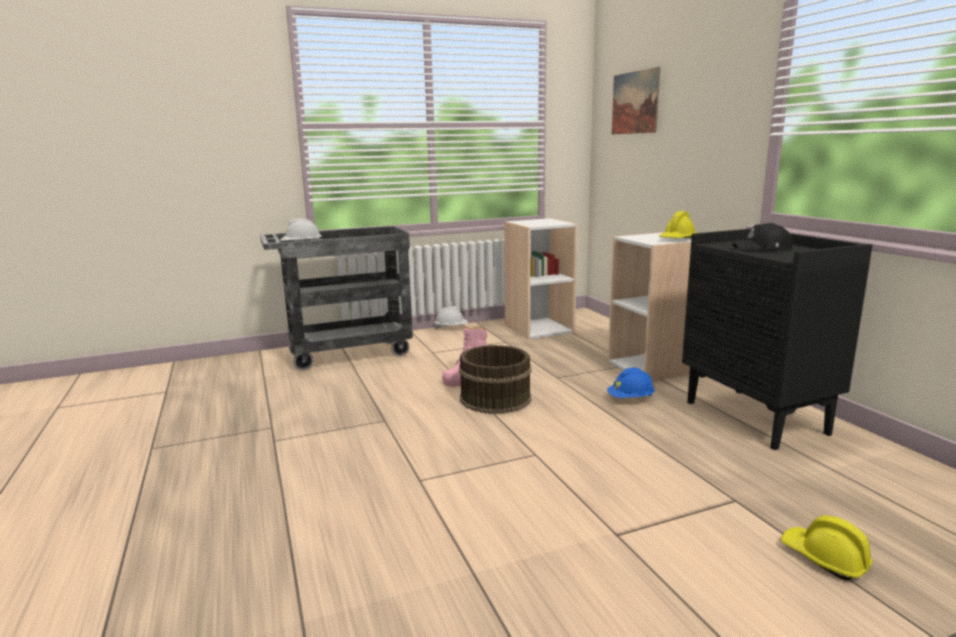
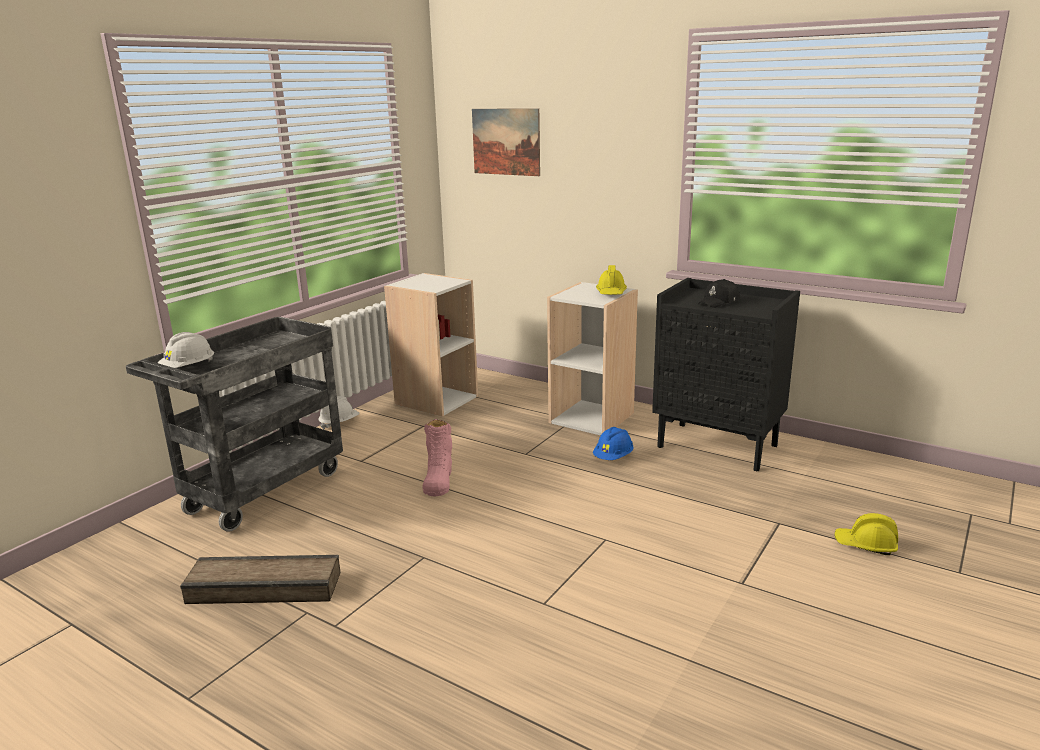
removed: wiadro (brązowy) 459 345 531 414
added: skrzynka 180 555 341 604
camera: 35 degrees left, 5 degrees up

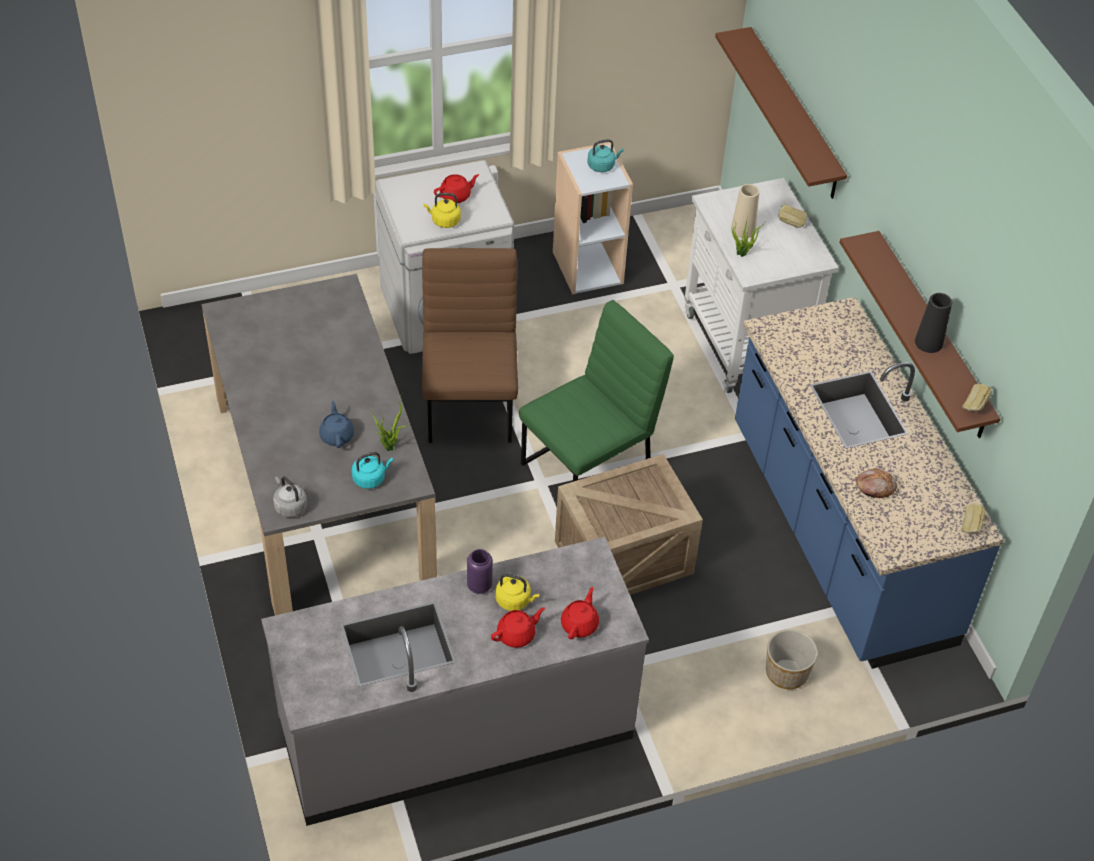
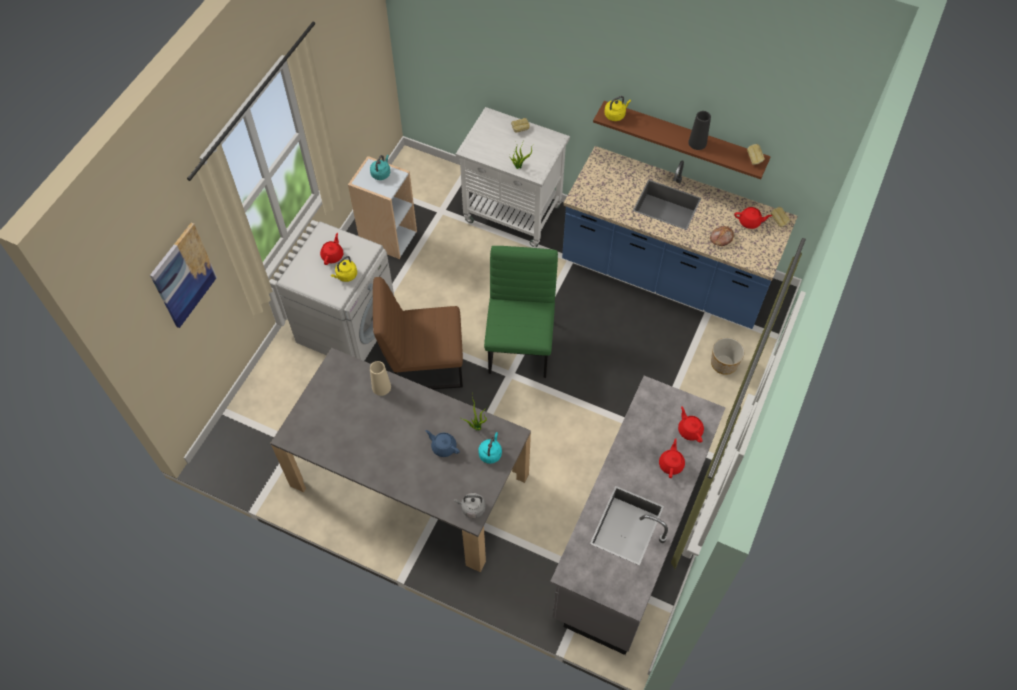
removed: wazon (fioletowy) 467 549 493 594; skrzynka 555 454 703 595; półka (brązowy) 715 27 847 199
added: obraz 150 223 217 328; imbryk (czerwony) 734 207 772 229
moved: czajnik (żółty) 496 574 539 611 to 604 96 631 121; wazon (beżowy) 731 184 759 238 to 370 361 391 396
turned: krzesło (brązowy) 422 248 518 443 = 373 277 463 389 45 degrees counterclockwise
camera: 45 degrees left, 10 degrees up

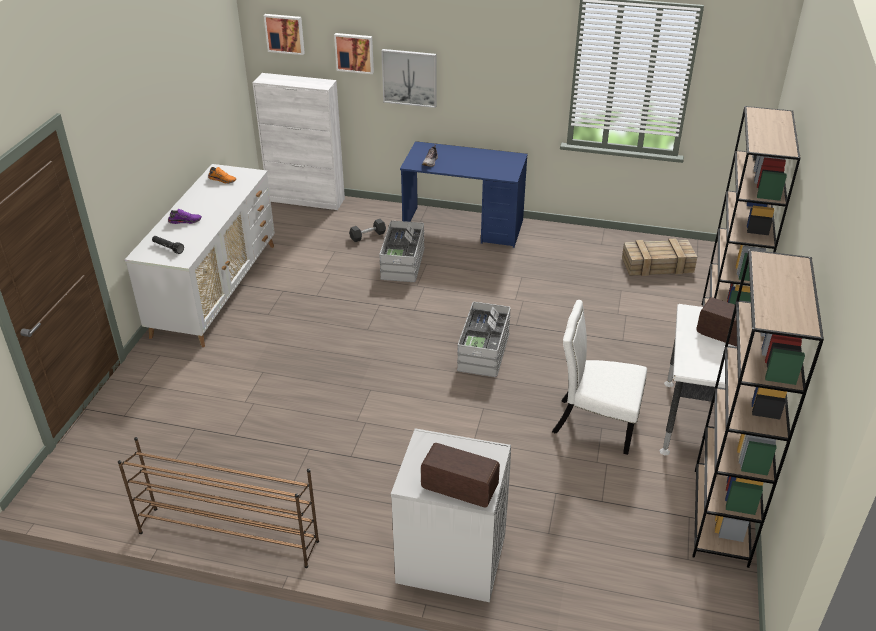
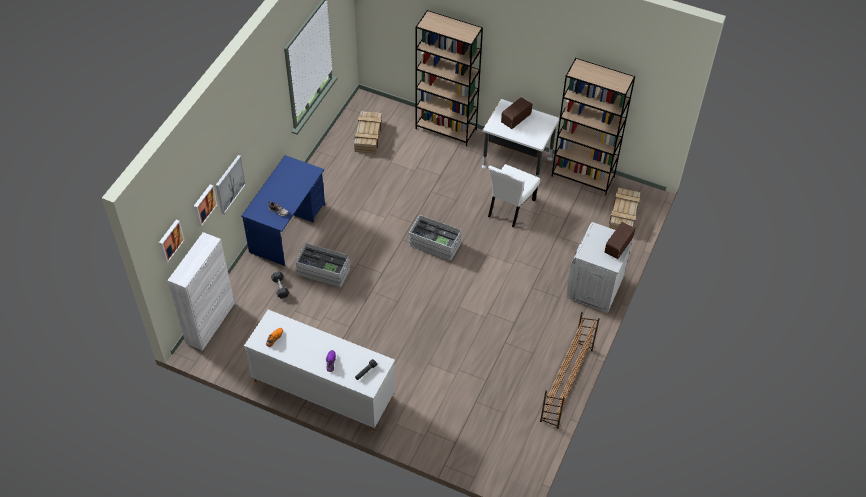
added: skrzynka 609 188 640 230
camera: 80 degrees left, 15 degrees up

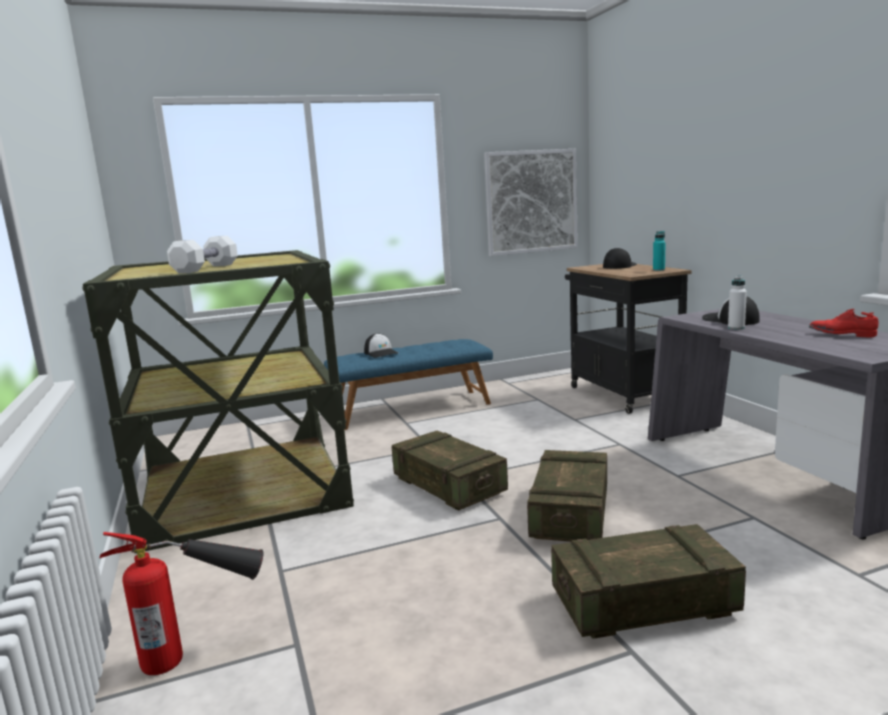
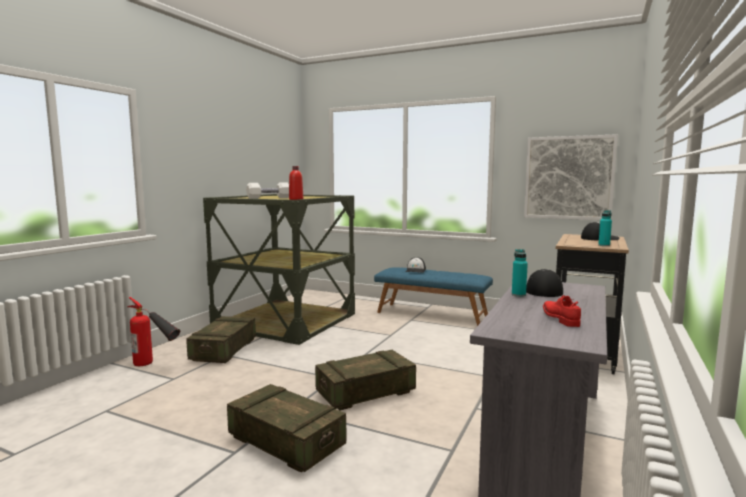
added: butelka (czerwony) 289 166 303 200
moved: skrzynka 392 431 508 511 to 186 316 256 363
recoloured: butelka (biały) 728 276 747 330 to butelka (turkusowy) 512 249 528 297
camera: 45 degrees right, 5 degrees down

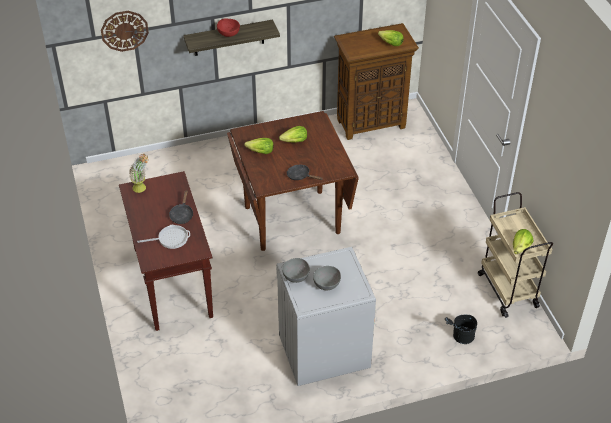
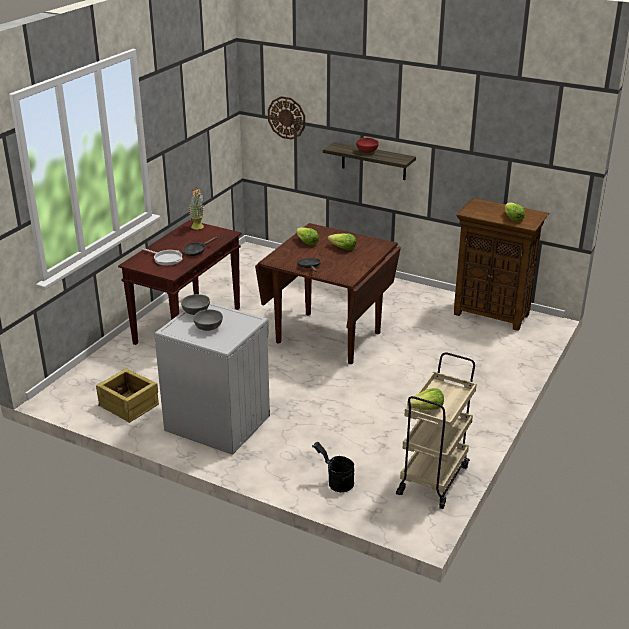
added: skrzynka 96 368 159 423
camera: 45 degrees right, 15 degrees down

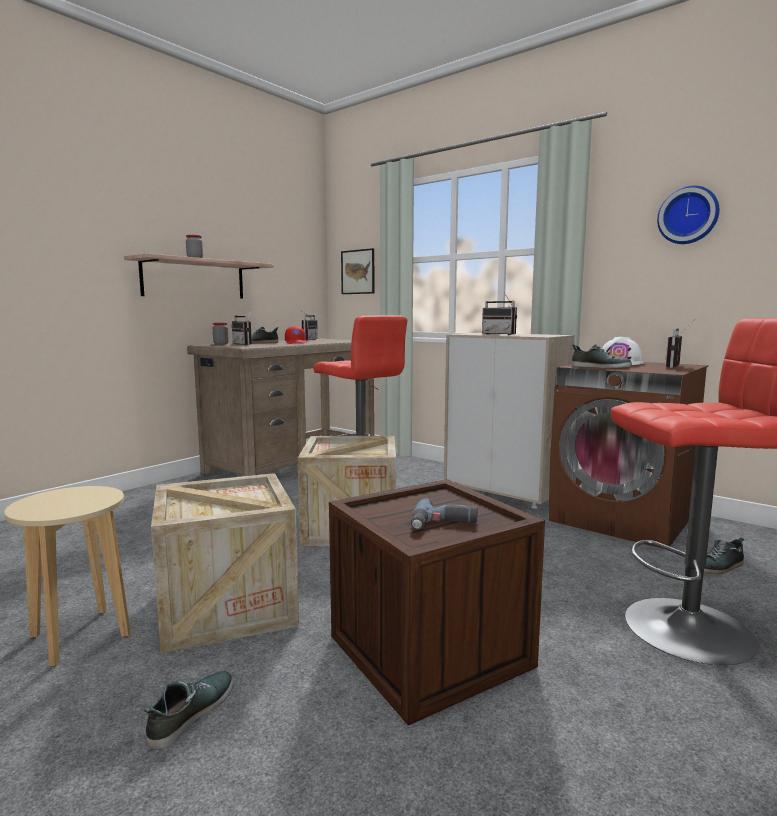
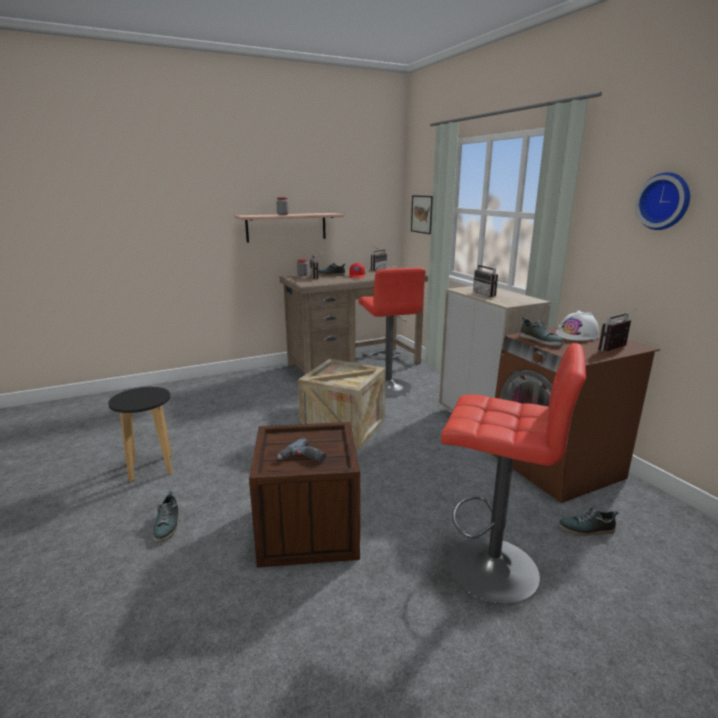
removed: skrzynka 151 473 299 653
recoloured: stołek (beżowy) 4 486 131 666 to stołek (czarny) 108 387 173 482
turned: but 144 671 234 749 = 153 492 179 543 120 degrees clockwise
camera: 25 degrees right, 10 degrees up

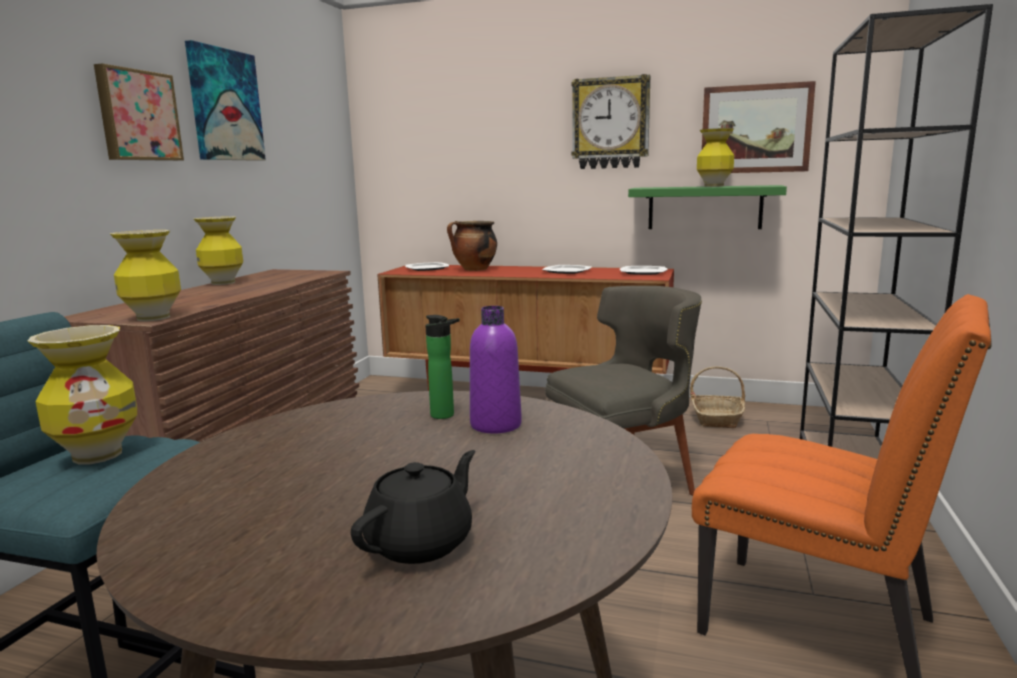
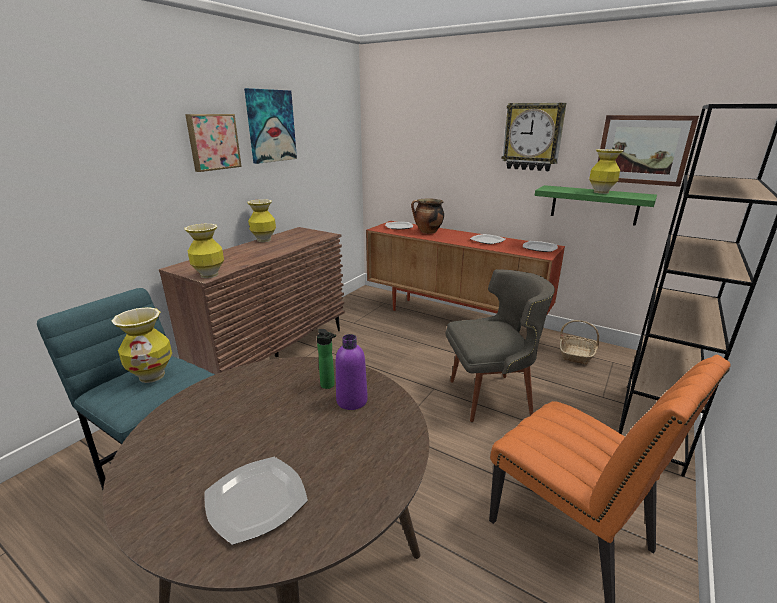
replaced: imbryk (czarny) 351 450 475 564 to talerz 204 457 308 545
camera: 15 degrees right, 10 degrees up

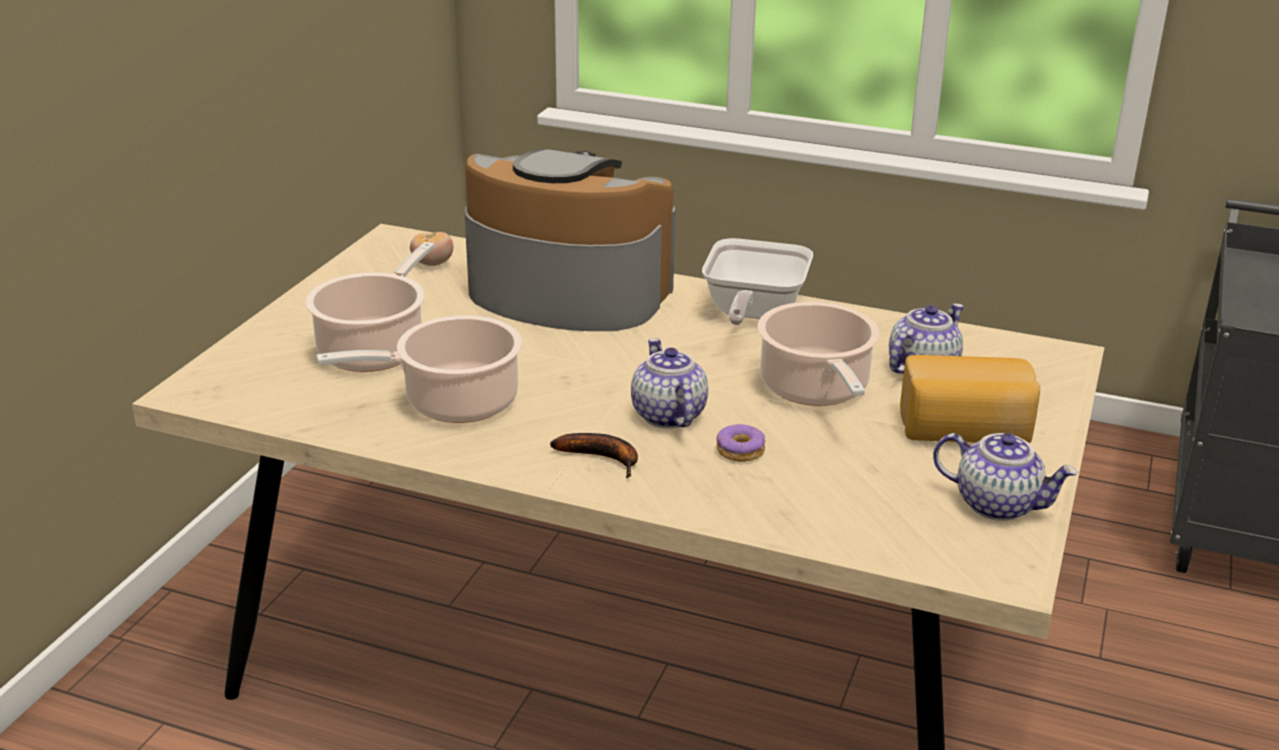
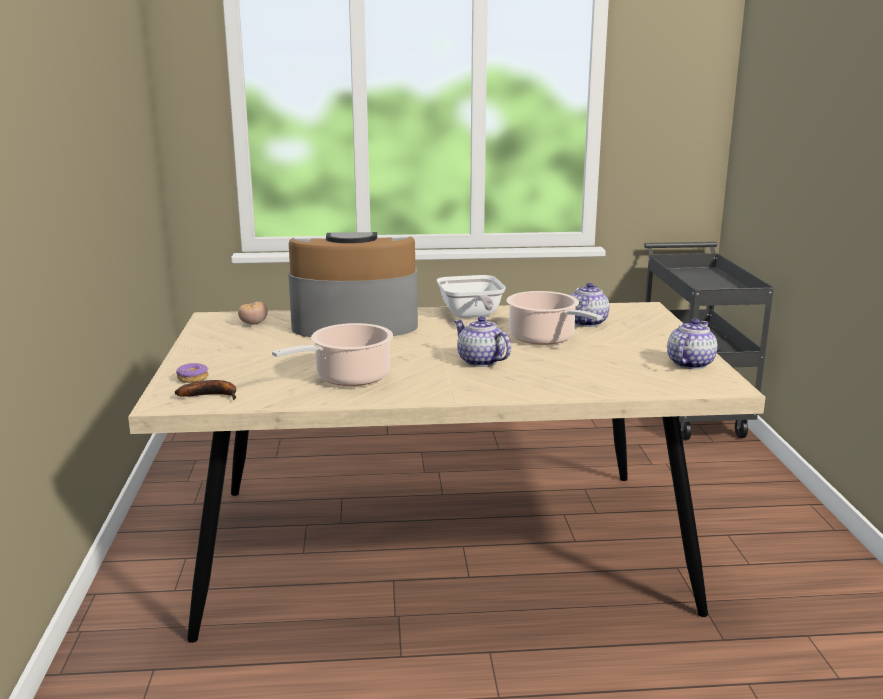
removed: garnek 306 242 435 372; chleb 900 355 1040 443
moved: banan 550 433 638 478 to 175 380 236 400; donut 717 424 766 462 to 176 363 208 383
turned: imbryk 933 433 1078 521 = 667 319 717 369 60 degrees counterclockwise
camera: 25 degrees left, 10 degrees down

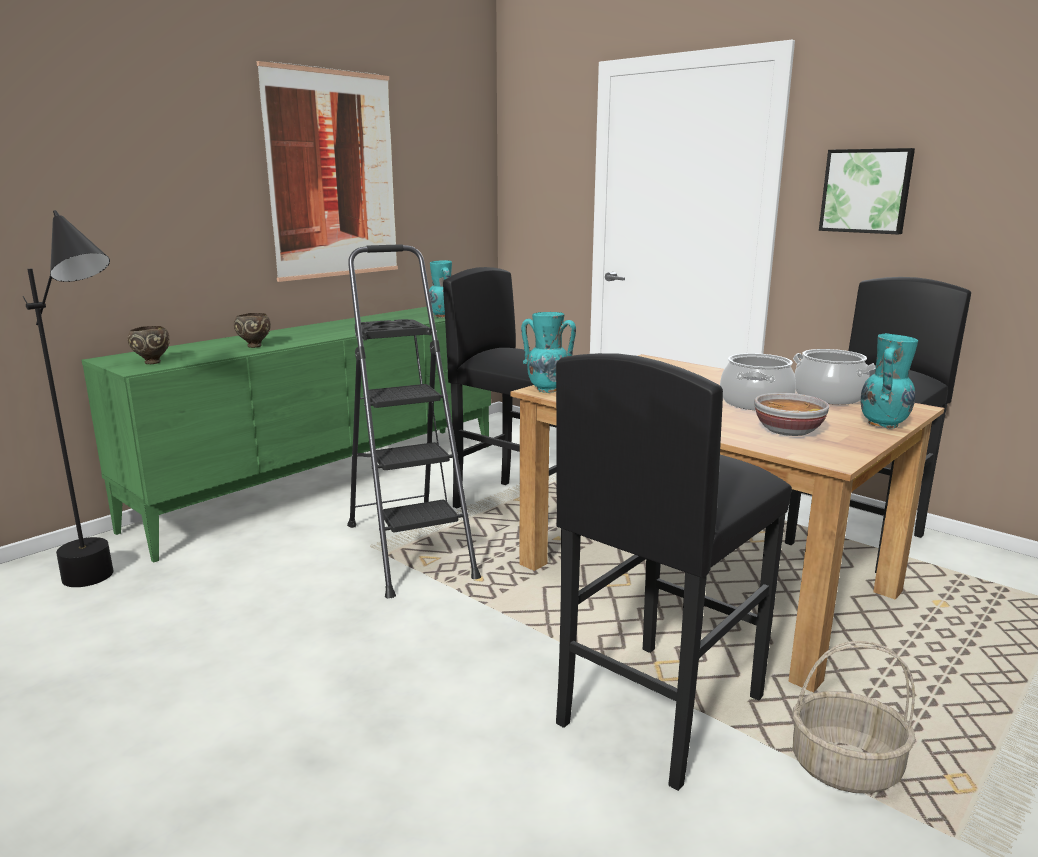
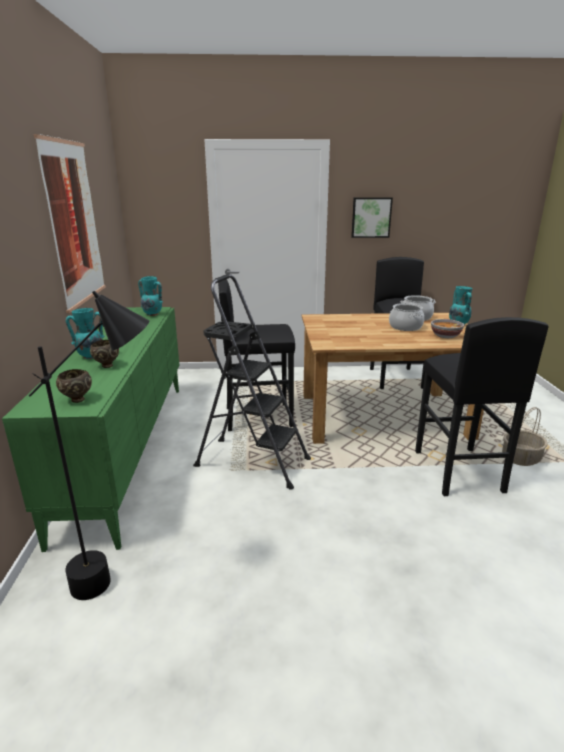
moved: wazon (turkusowy) 521 312 576 393 to 66 308 105 359
camera: 45 degrees left, 5 degrees up

